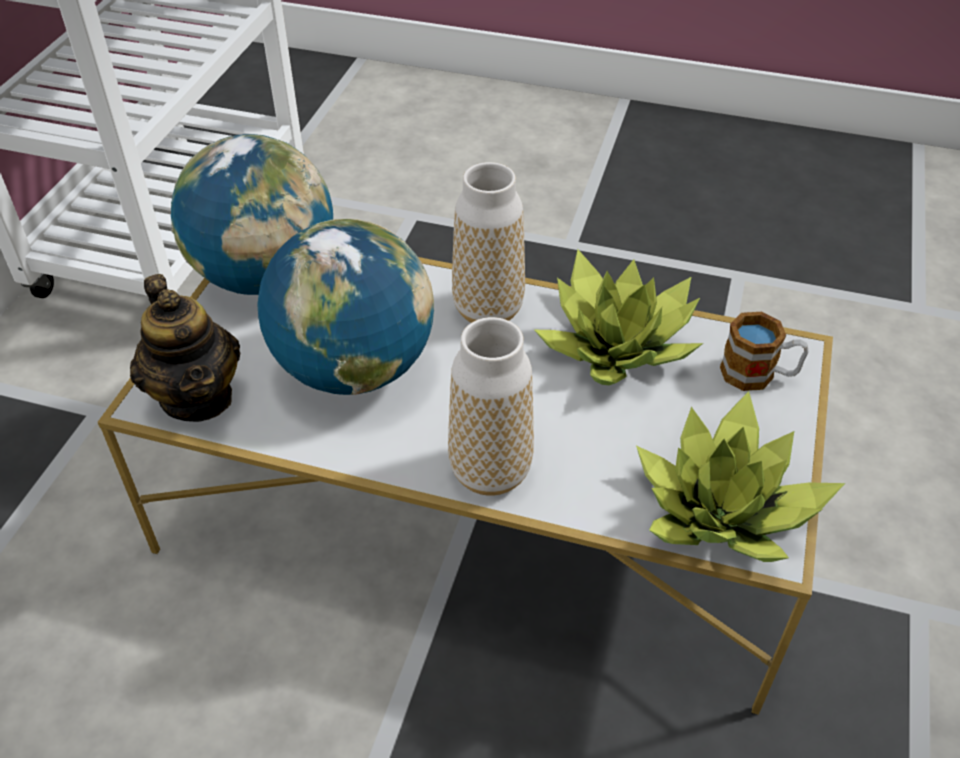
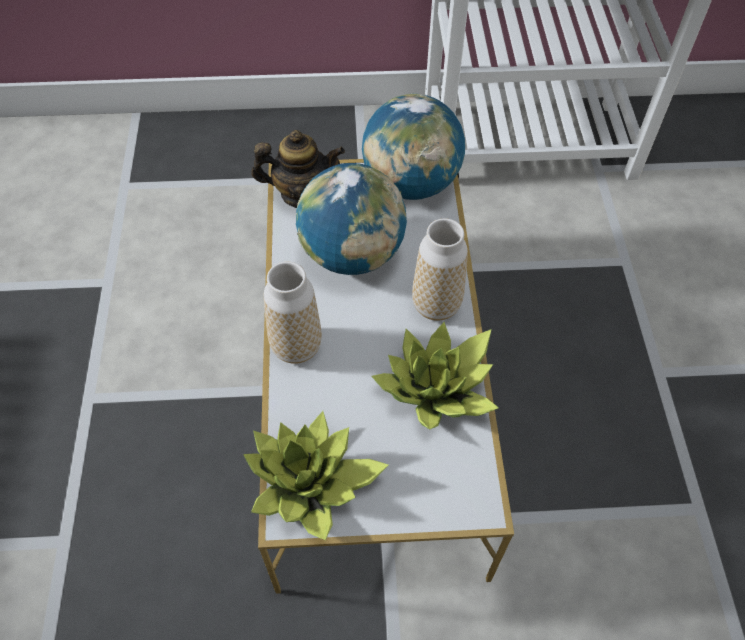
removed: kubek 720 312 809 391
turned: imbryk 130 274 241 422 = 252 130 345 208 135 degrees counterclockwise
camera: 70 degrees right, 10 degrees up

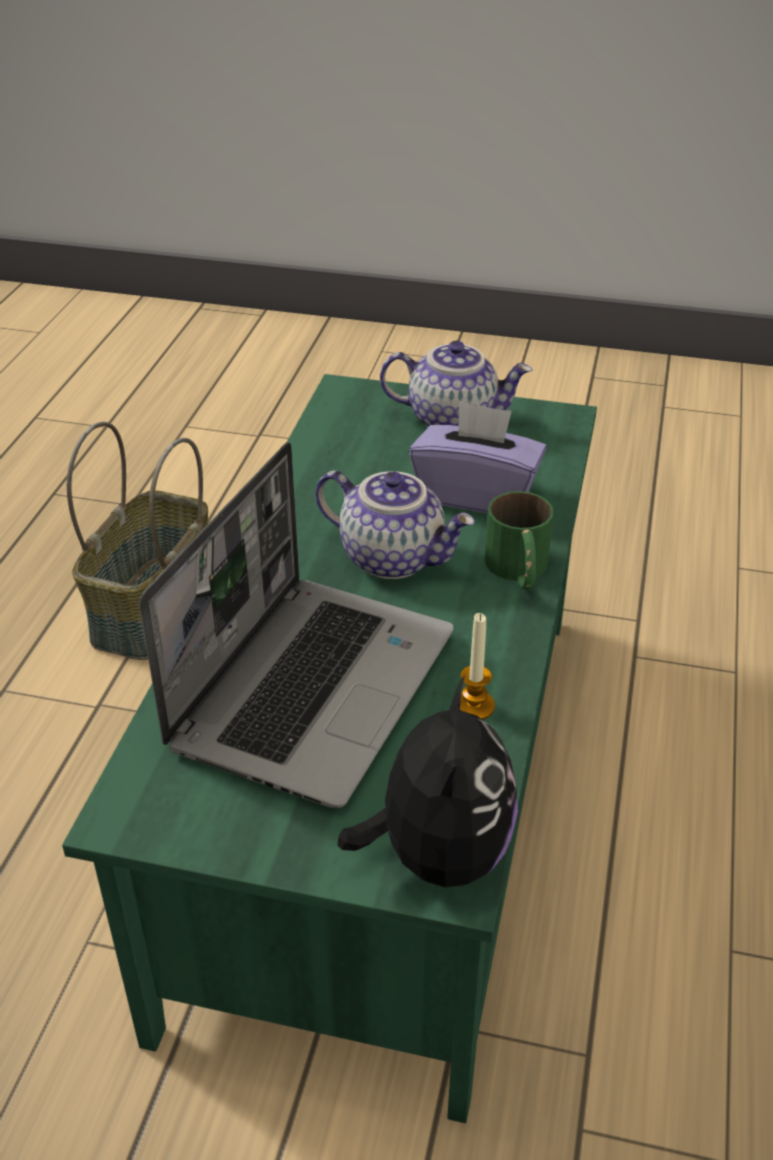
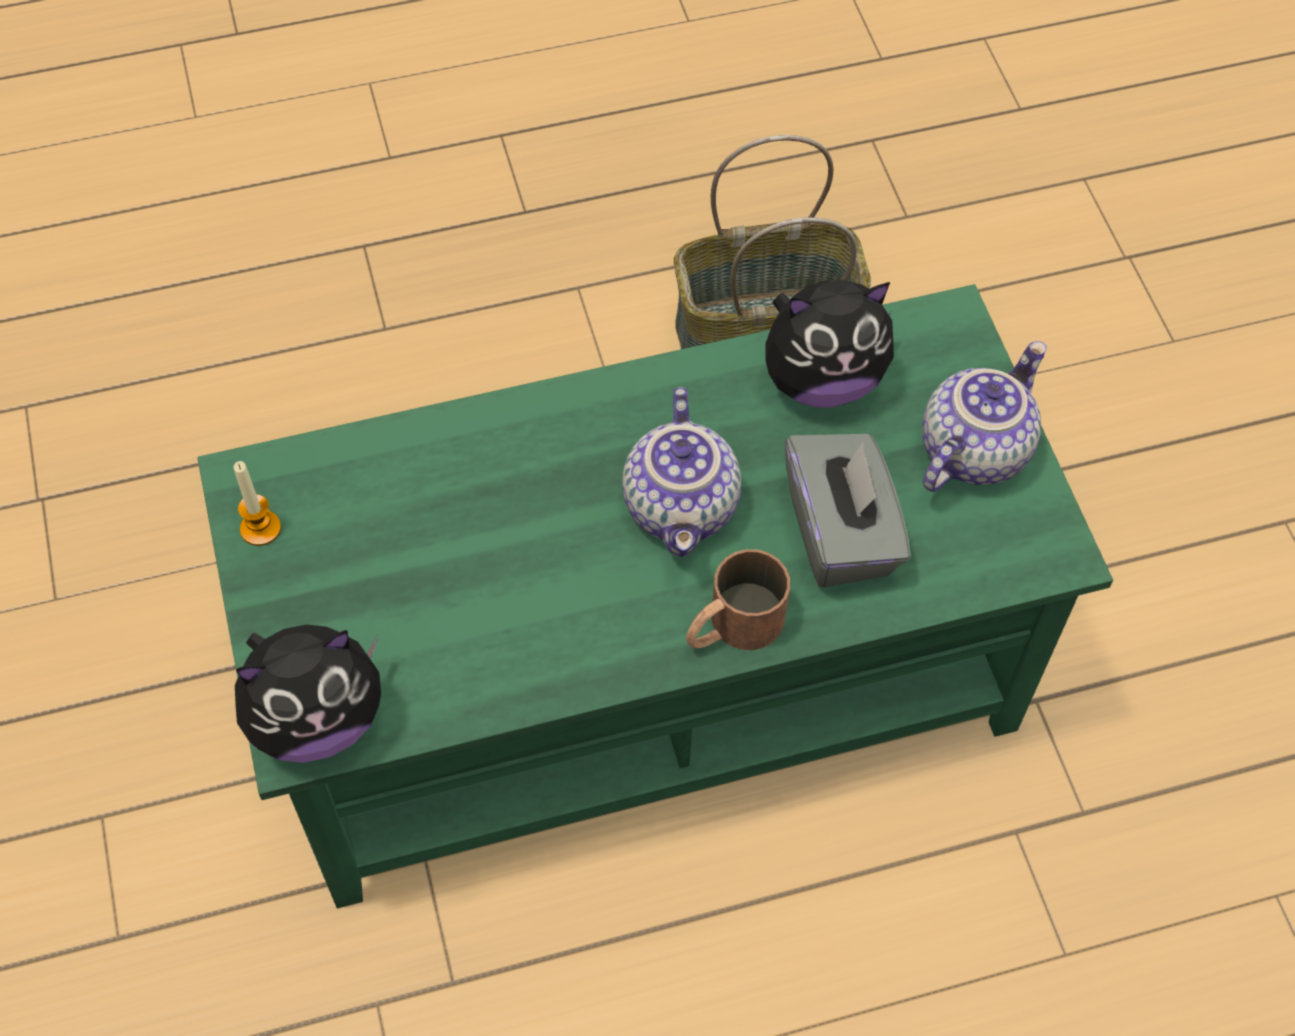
removed: laptop 139 442 453 808
added: pluszak 766 280 894 408
moved: świeca 460 613 495 720 to 234 461 281 546
recoloured: pudełko chusteczek (fioletowy) 409 401 547 514 to pudełko chusteczek (szary) 785 434 911 587; kubek (zielony) 485 491 554 590 to kubek (brązowy) 686 549 790 650
turned: imbryk 380 341 532 427 = 922 341 1047 492 120 degrees counterclockwise
camera: 60 degrees right, 20 degrees up

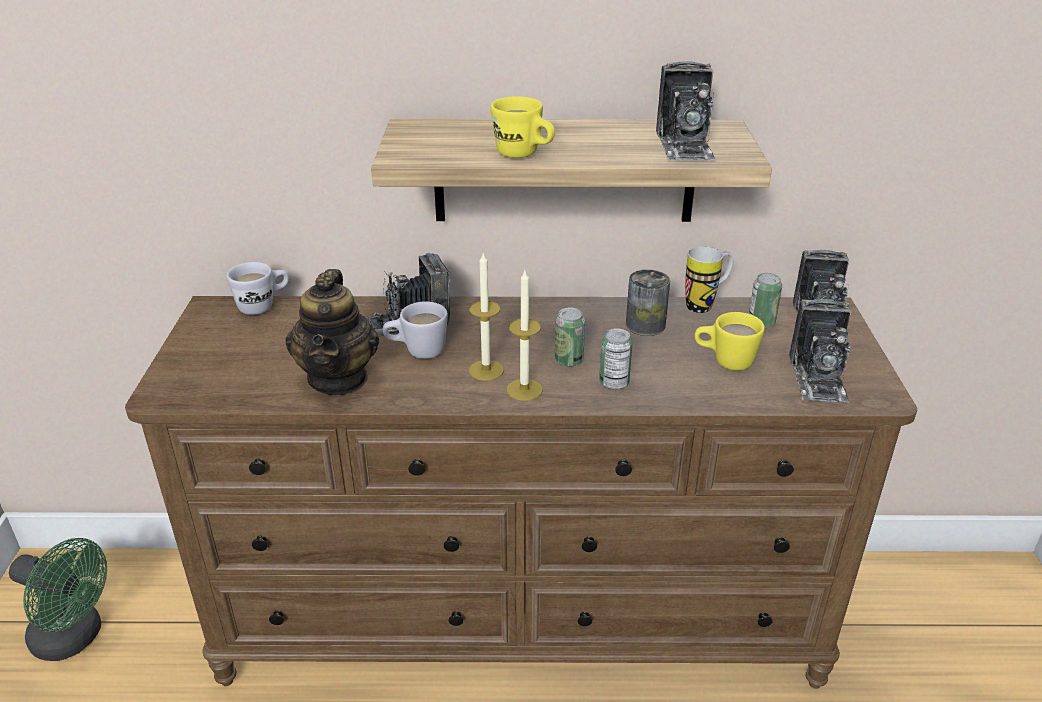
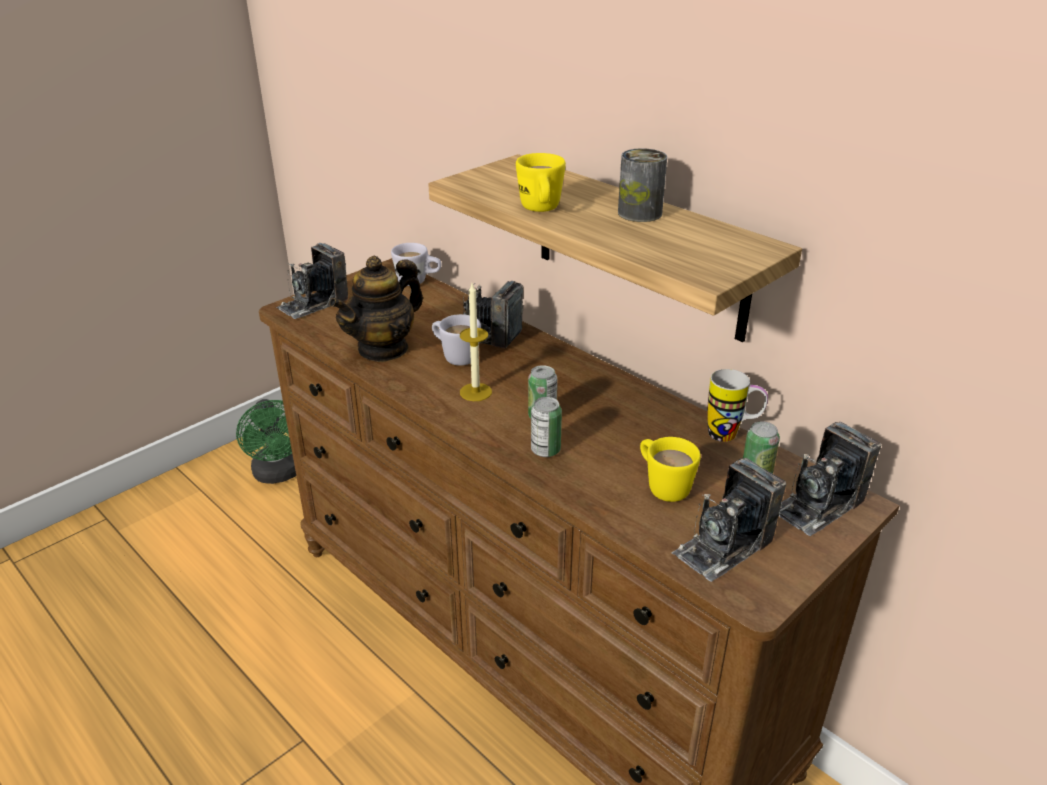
removed: świeca 506 271 543 401
moved: puszka 626 269 670 336 to 618 148 667 222; aparat fotograficzny 656 61 715 160 to 276 243 348 319
camera: 45 degrees right, 0 degrees up

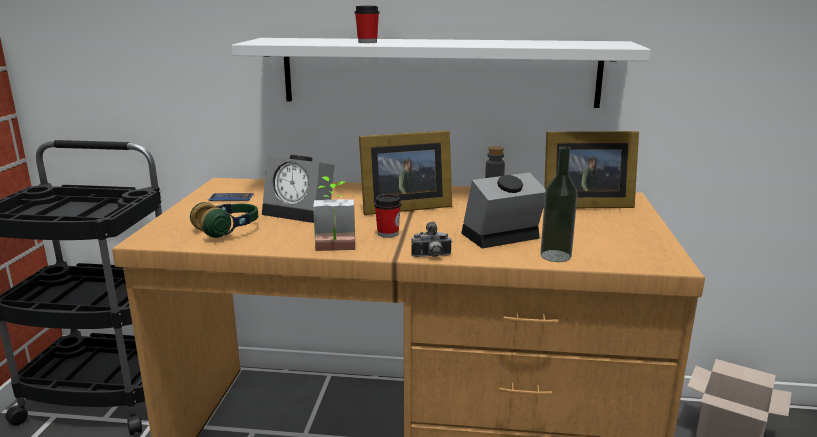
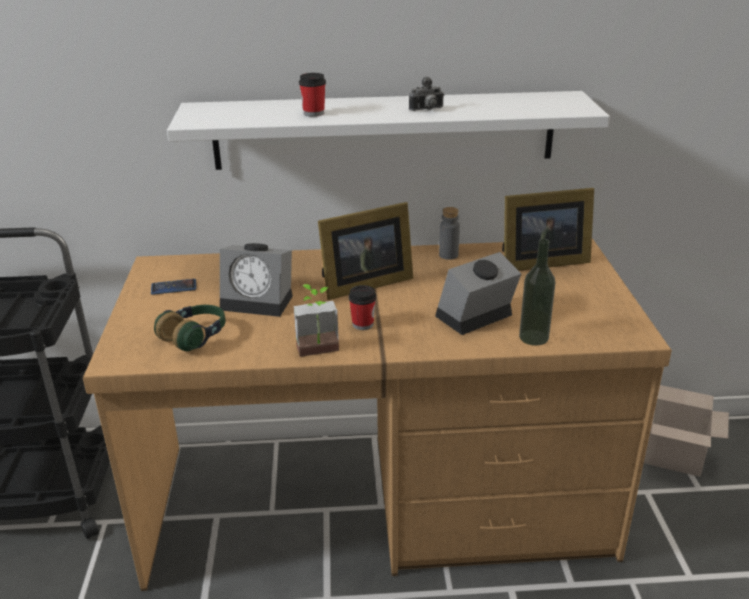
moved: aparat fotograficzny 411 222 452 257 to 409 77 444 111
camera: 10 degrees left, 10 degrees up

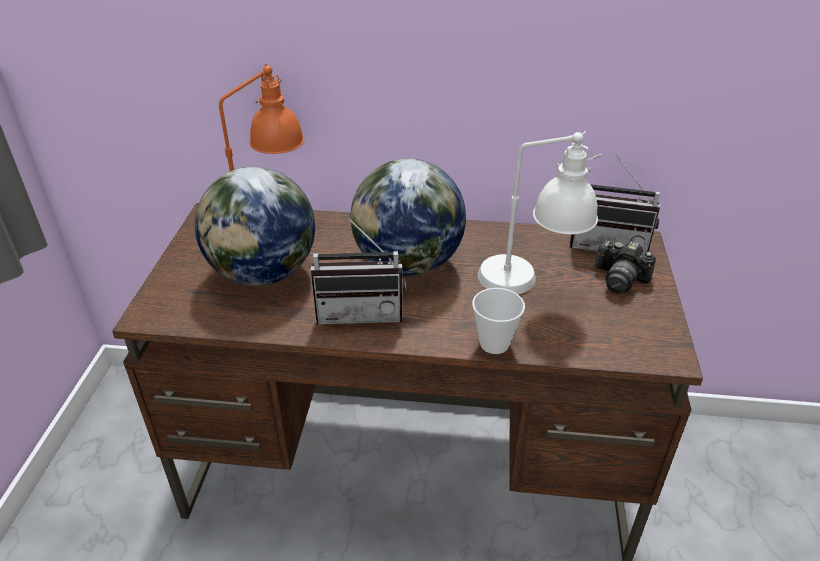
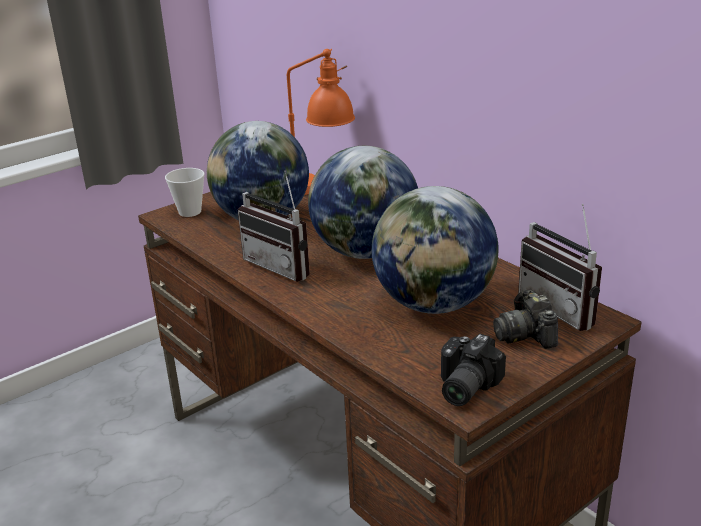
added: aparat fotograficzny 441 334 506 406
moved: filiżanka 472 288 525 354 to 165 168 205 217
replaced: lampa stołowa (biały) 477 131 601 294 to globus 372 186 499 314
camera: 45 degrees right, 10 degrees down

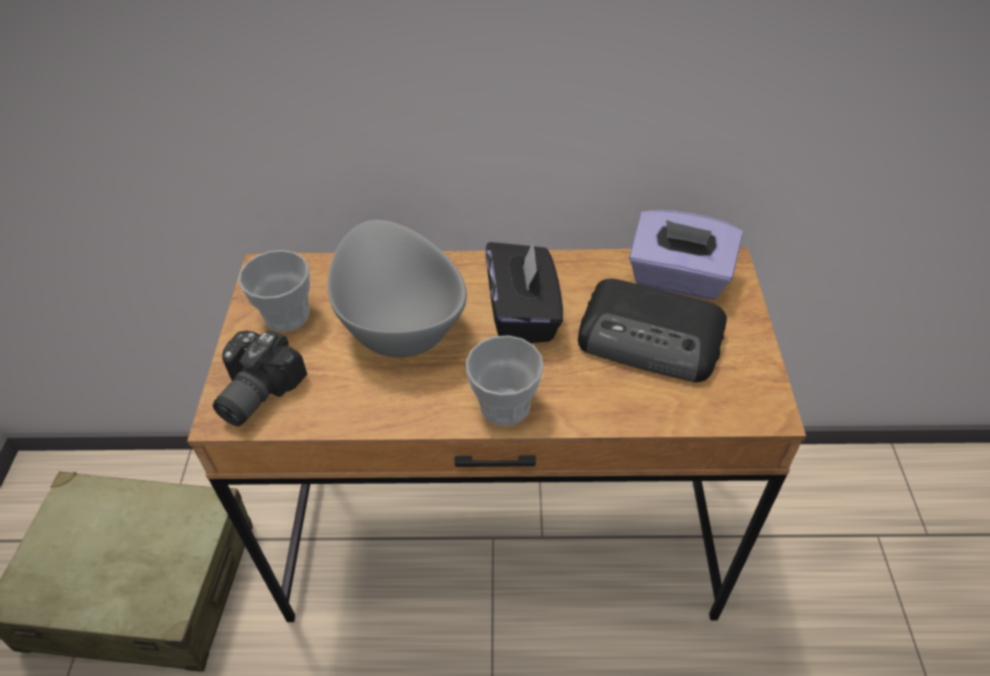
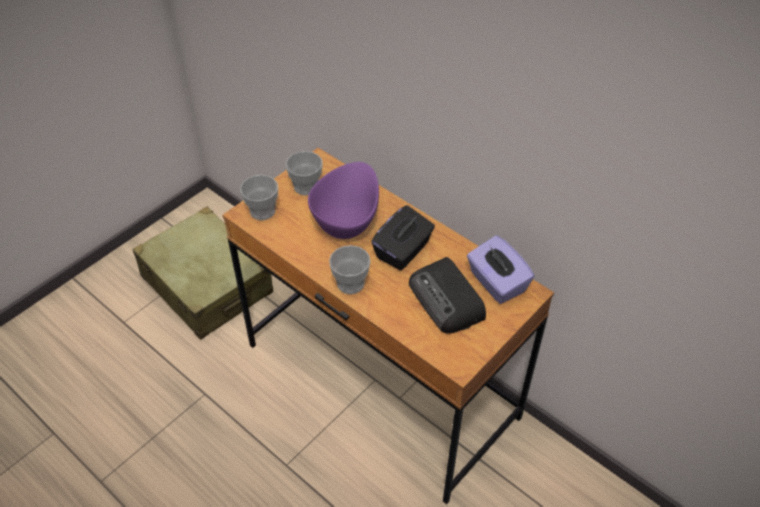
replaced: aparat fotograficzny 213 330 307 426 to filiżanka 240 175 278 220
recoloured: miska (szary) 328 220 467 357 to miska (fioletowy) 308 162 379 239
camera: 40 degrees right, 0 degrees up

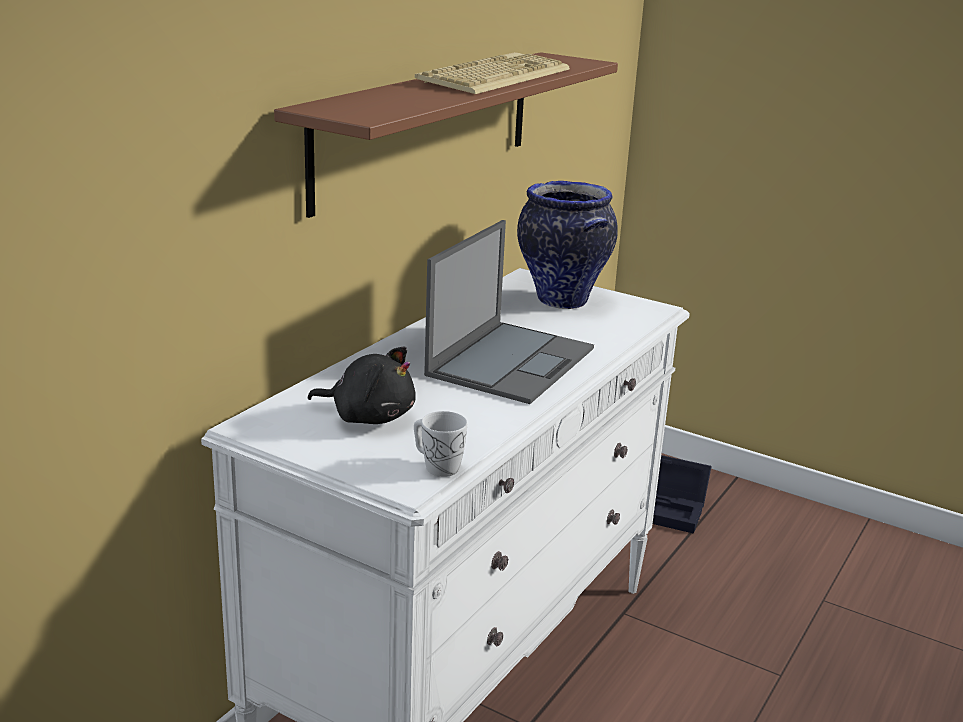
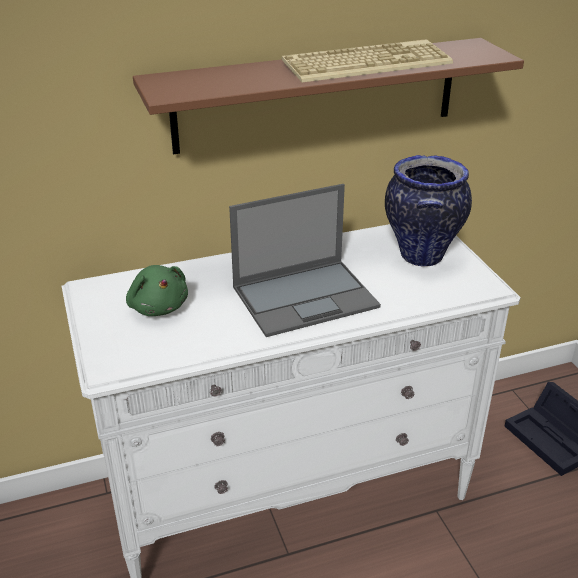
removed: kubek (biały) 414 411 467 477
recoloured: pluszak (czarny) 308 347 416 424 to pluszak (zielony) 126 265 188 316
camera: 40 degrees right, 10 degrees up

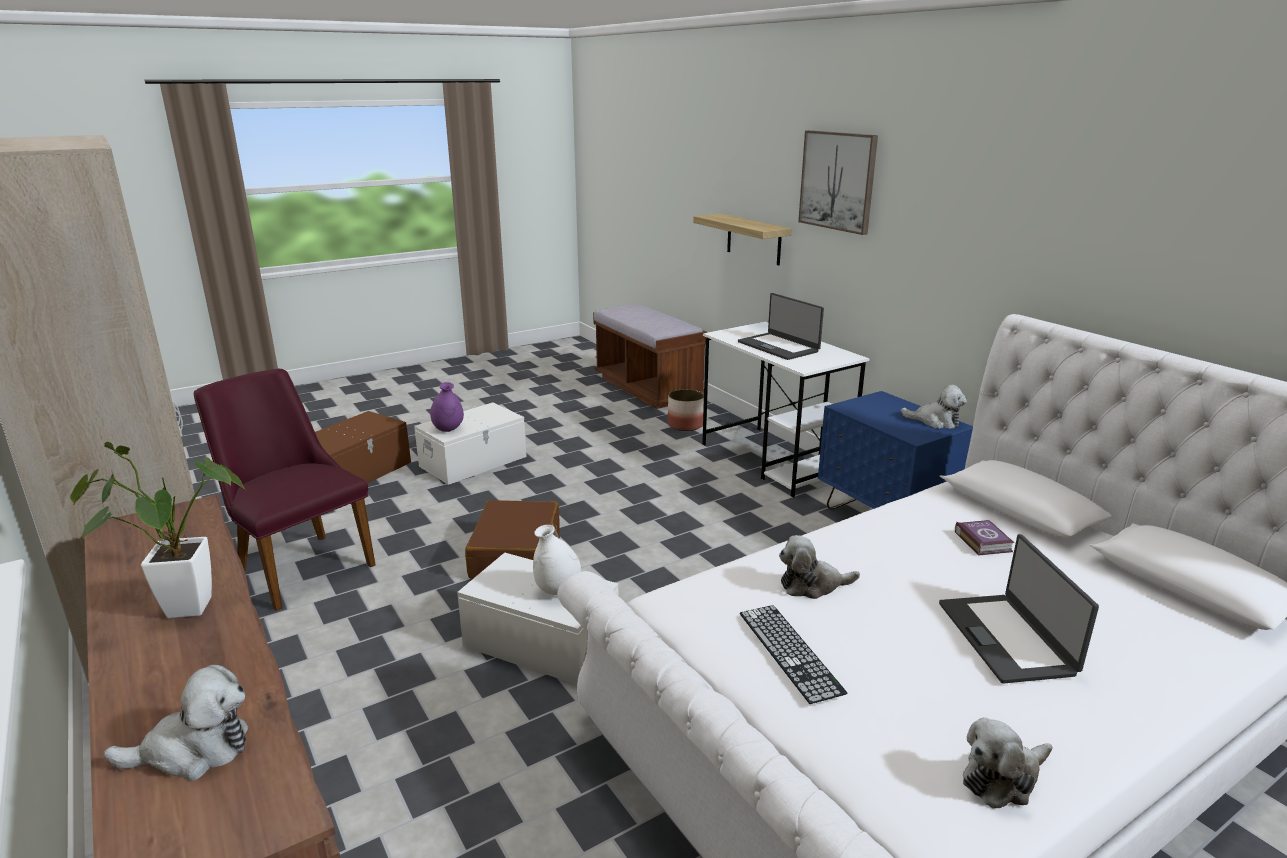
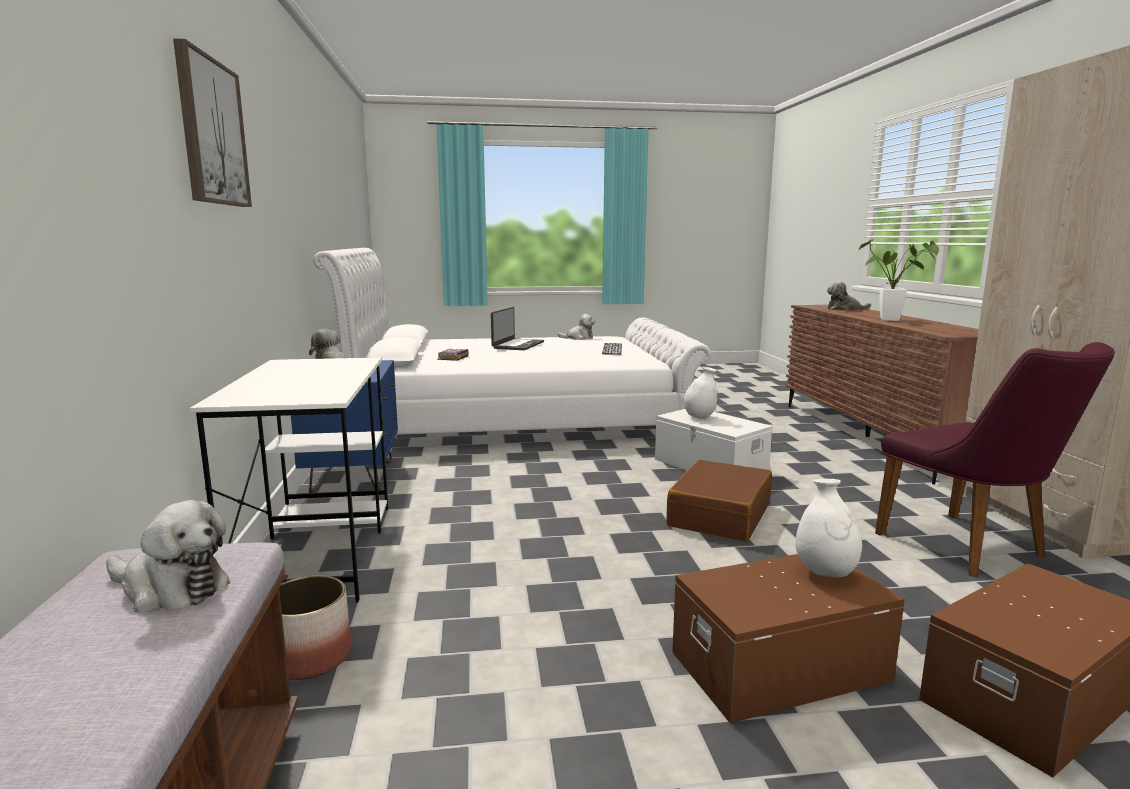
removed: półka 693 213 792 265; laptop 738 293 824 360
moved: pluszak 779 535 860 599 to 106 500 230 613
recoloured: pojemnik do przechowywania (biały) 414 402 527 485 to pojemnik do przechowywania (brązowy) 672 554 905 723; wazon (fioletowy) 430 382 464 432 to wazon (biały) 795 479 862 577
camera: 155 degrees left, 10 degrees down

